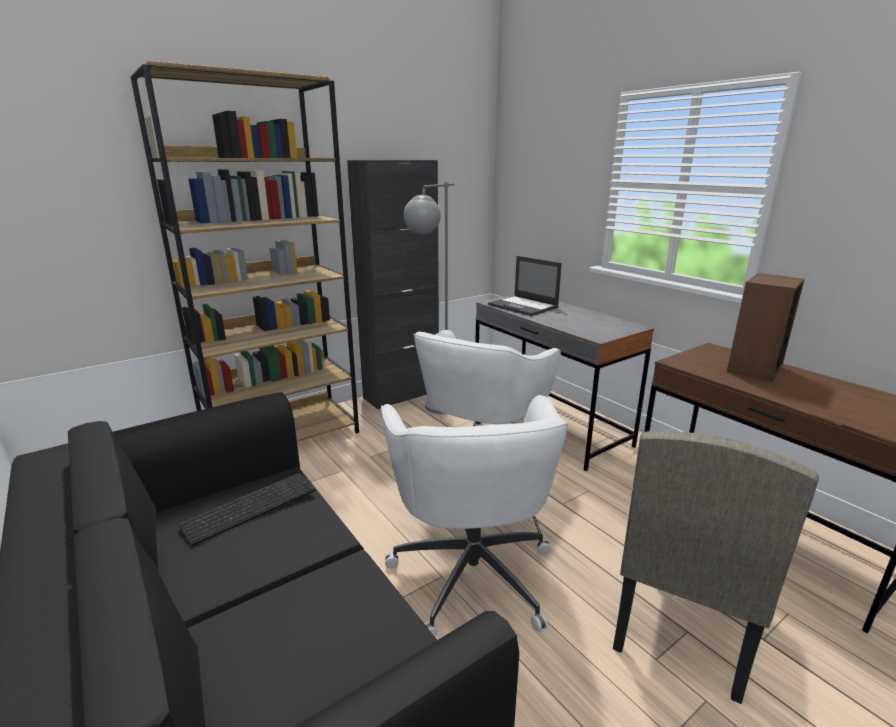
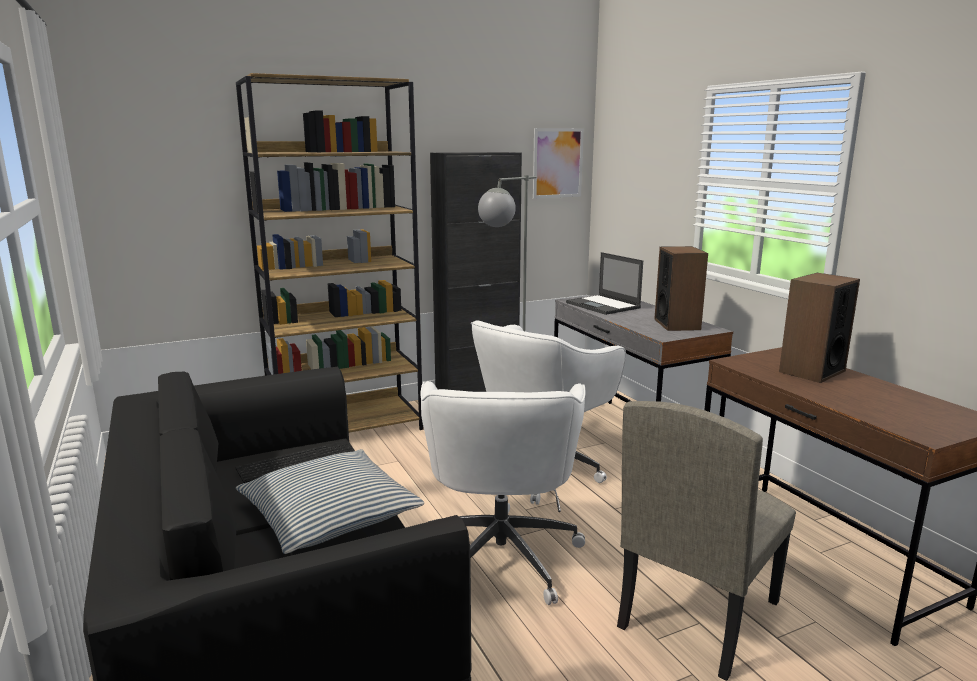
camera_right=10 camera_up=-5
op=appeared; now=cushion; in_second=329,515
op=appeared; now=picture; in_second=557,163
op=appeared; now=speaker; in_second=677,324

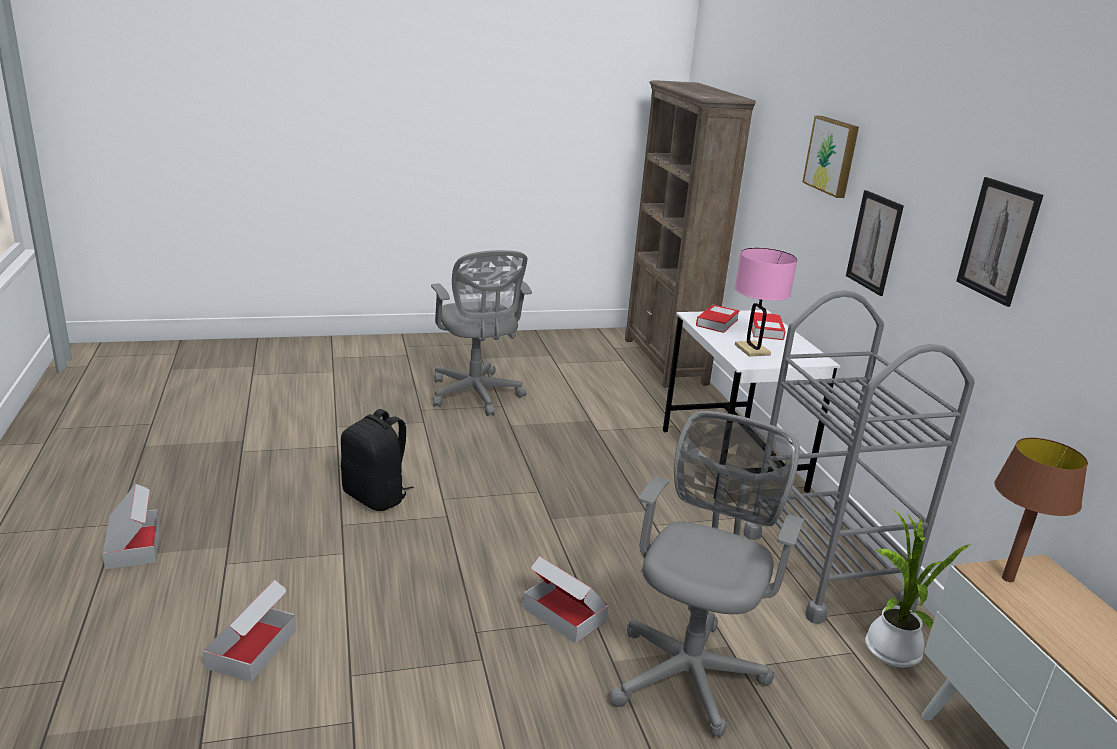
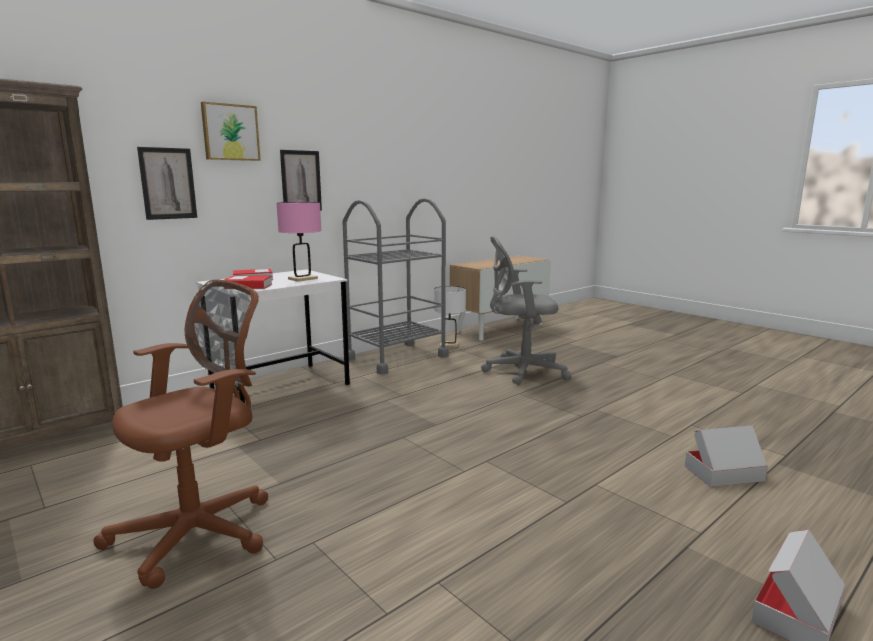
camera_right=-115 camera_up=-10
op=missing; was=black-coloured backpack; in_first=376,497
op=missing; was=packing box; in_first=564,614
op=missing; was=brown table lamp; in_first=1007,578
op=relocated; was=picture; in_first=998,241; in_second=168,183
op=exchanged; was=plant in a pot; now=whitish table lamp; in_first=890,653; in_second=449,345
op=colour; was=grey office chair; now=brown office chair; in_first=476,396; in_second=201,531

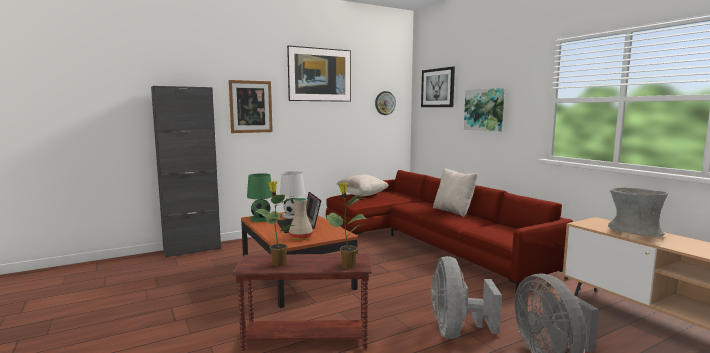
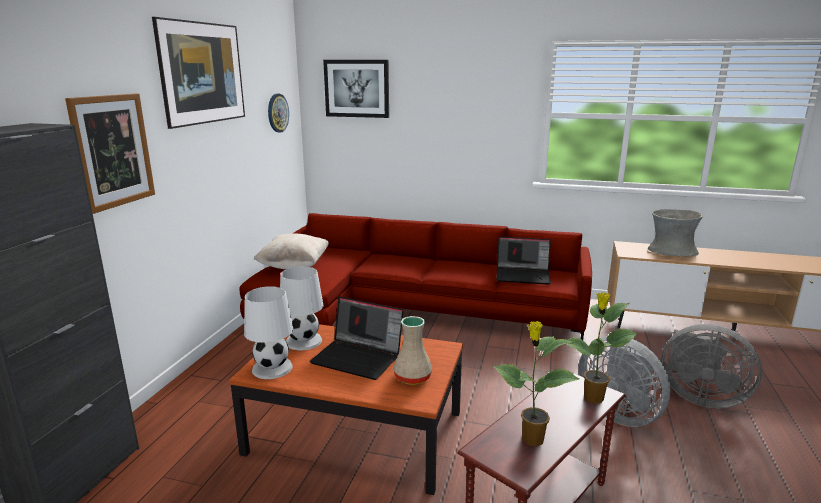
camera_right=-45 camera_up=10
op=missing; was=beige-coloured cushion; in_first=453,211
op=missing; was=picture; in_first=484,110
op=appeared; now=portable computer; in_second=523,275
op=colour; was=green table lamp; now=whitish table lamp; in_first=261,219; in_second=273,368

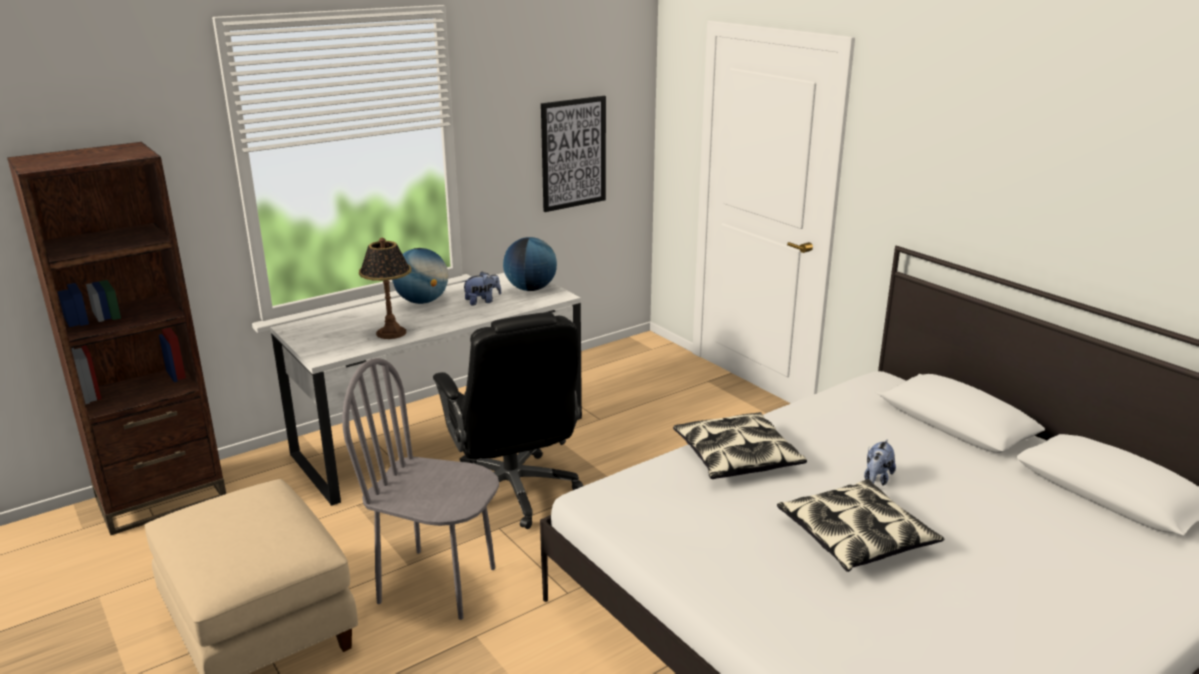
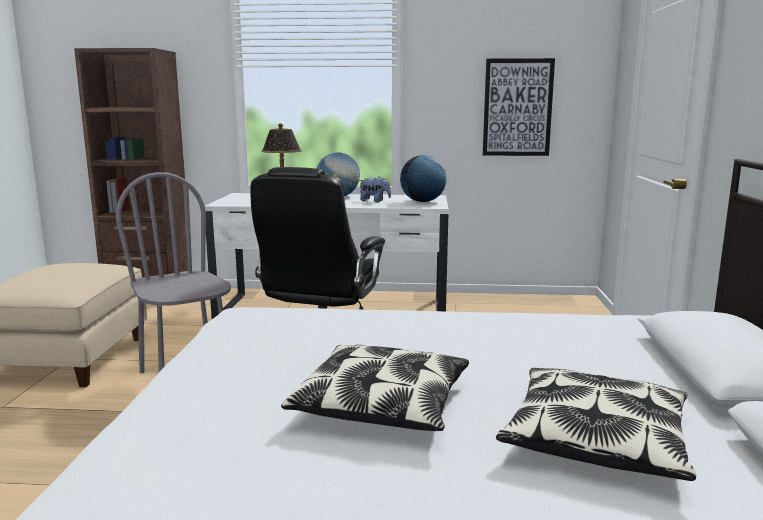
camera_right=40 camera_up=-10
op=missing; was=soft toy; in_first=877,479
op=relocated; was=cushion; in_first=736,457; in_second=596,439

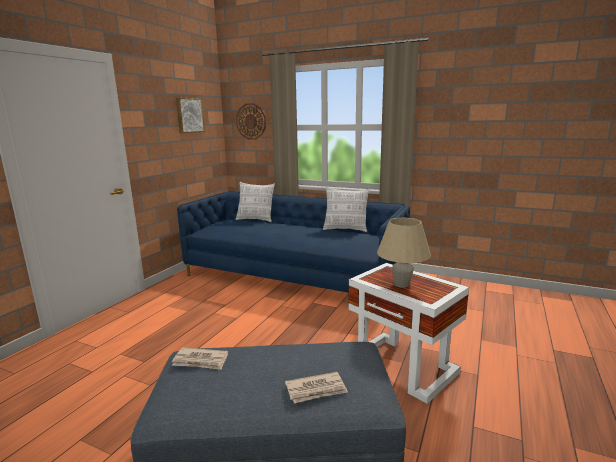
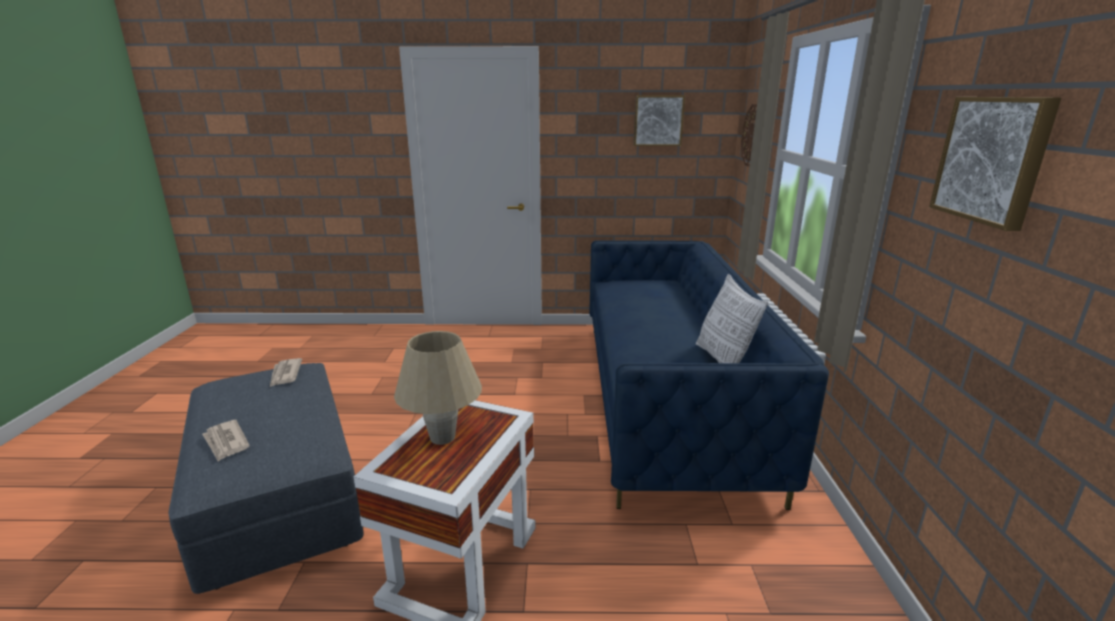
camera_right=65 camera_up=5
op=missing; was=cushion; in_first=256,219
op=appeared; now=picture; in_second=993,159

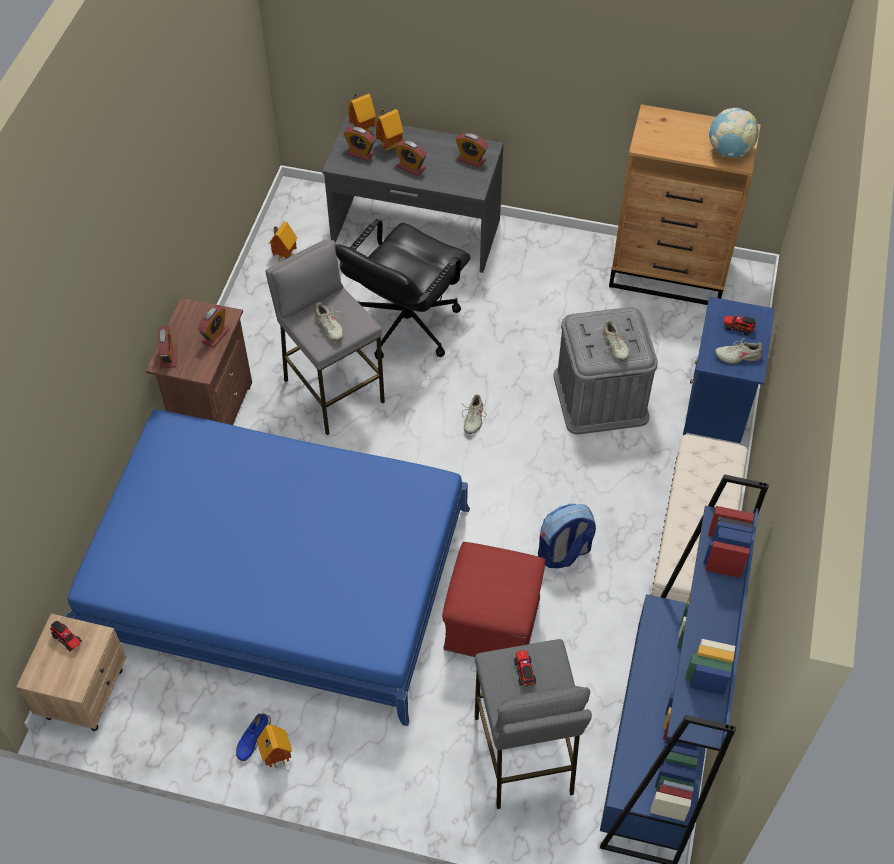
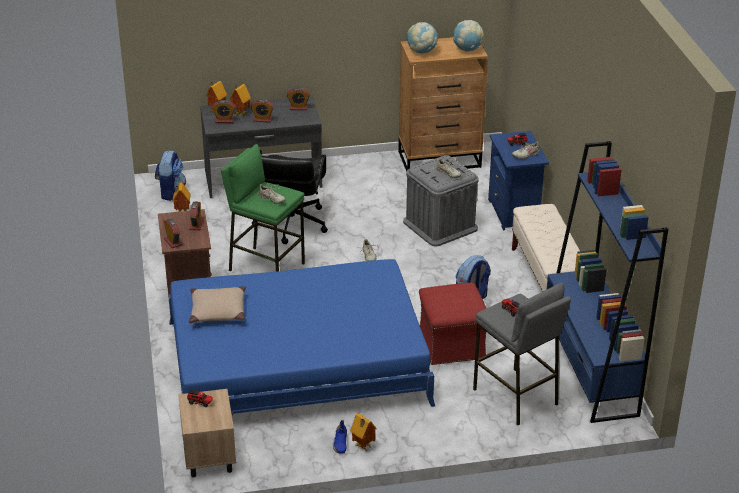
camera_right=-25 camera_up=-20
op=appeared; now=backpack; in_second=170,192
op=appeared; now=beige-coloured cushion; in_second=218,311
op=appeared; now=desk globe; in_second=421,51
op=colour; was=grey stool; now=green stool; in_first=333,391; in_second=266,267

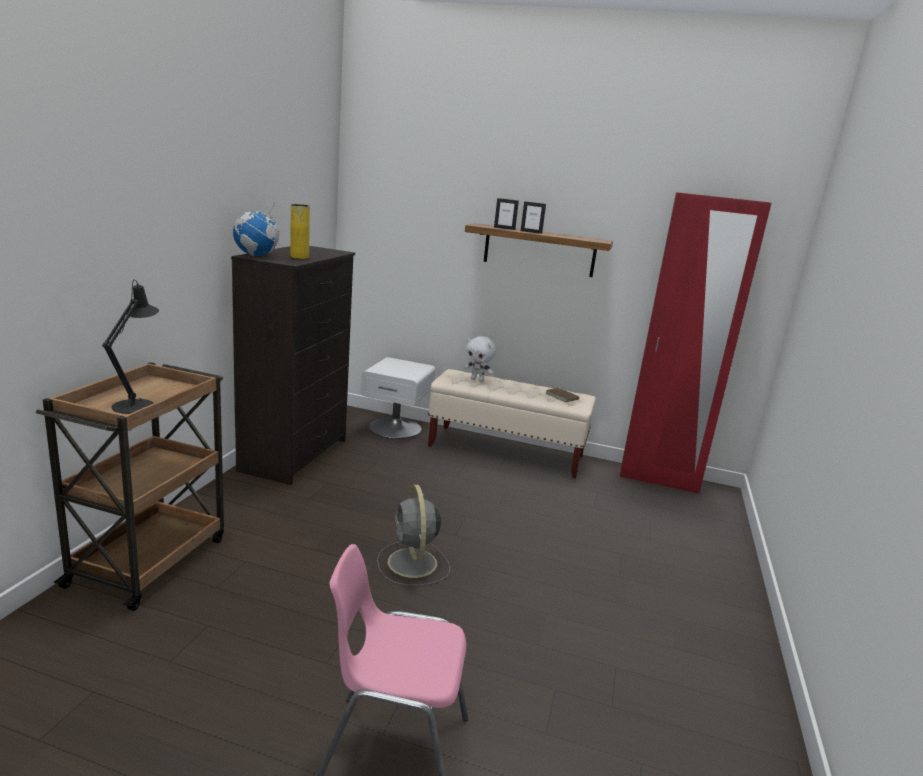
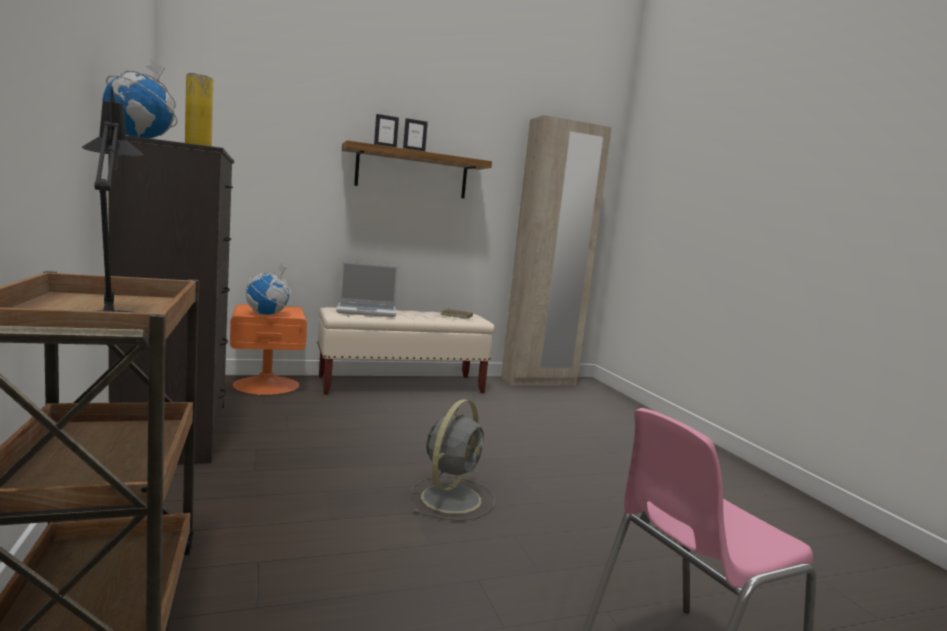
camera_right=-35 camera_up=-10
op=appeared; now=desk globe; in_second=267,314
op=exchanged; was=whitish soft toy; now=portable computer; in_first=477,380; in_second=367,311
op=colour; was=whitish bedside table; now=orange-coloured bedside table; in_first=395,427; in_second=266,385
op=colour; was=reddish clothes cupboard; now=beige-coloured clothes cupboard; in_first=658,479; in_second=538,381
op=spun; was=grey cooling fan; in_first=412,564; in_second=452,497; clockwise=-105

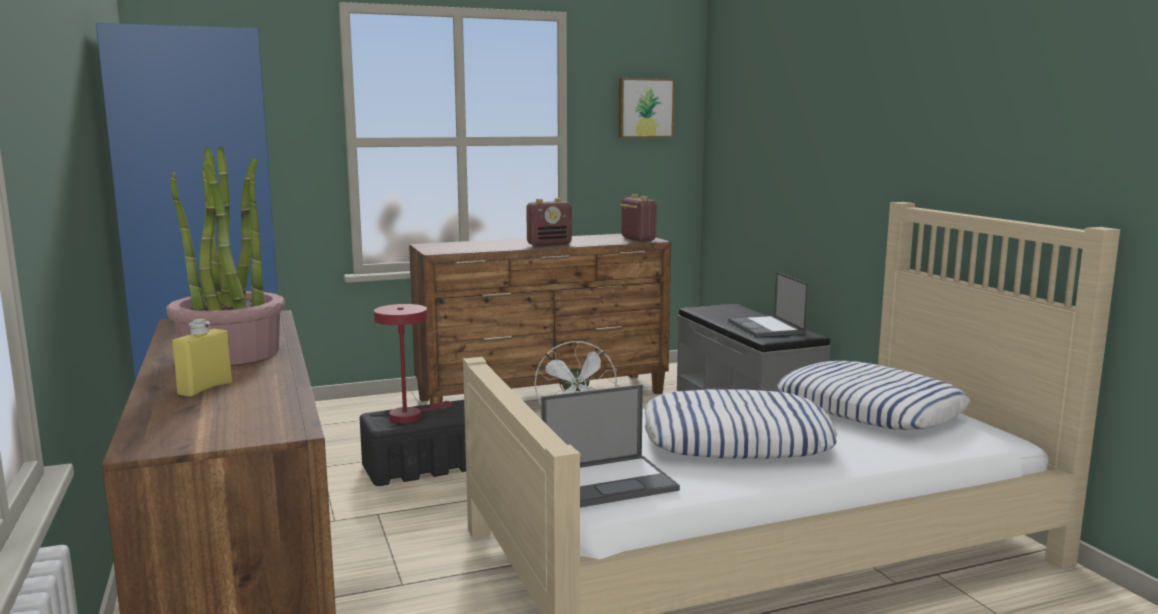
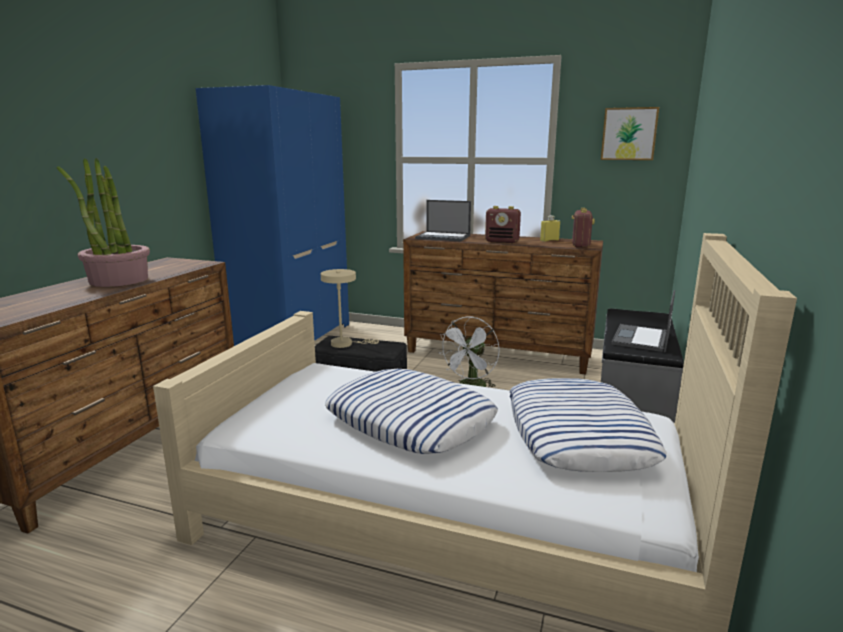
camera_right=40 camera_up=5
op=relocated; was=yellow drink bottle; in_first=205,388; in_second=549,240
op=relocated; was=portable computer; in_first=610,481; in_second=444,237
op=colour; was=reddish table lamp; now=beige-coloured table lamp; in_first=410,416; in_second=345,344

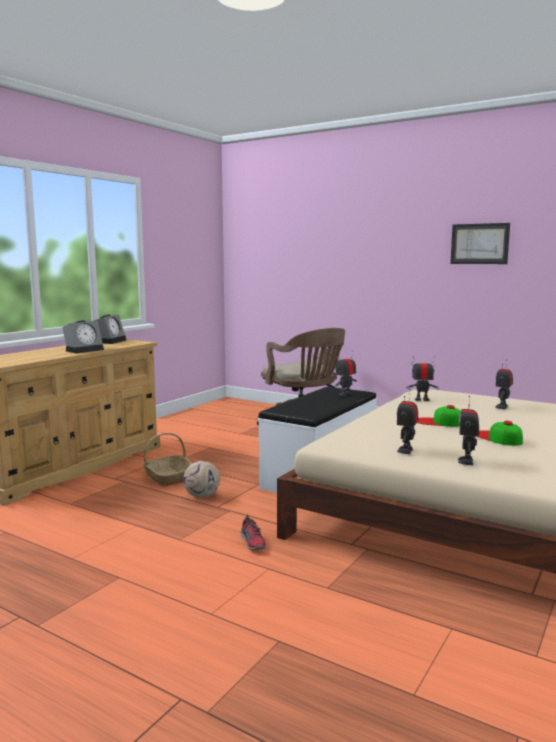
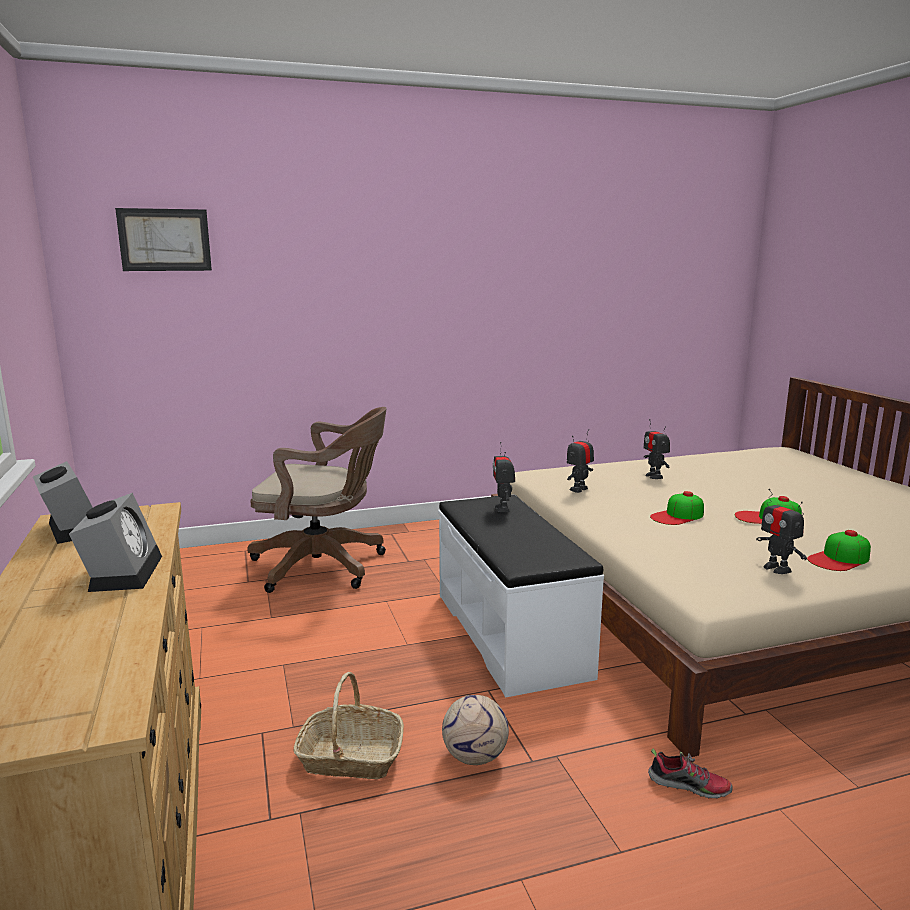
camera_right=-50 camera_up=5
op=relocated; was=picture; in_first=479,244; in_second=165,240
op=exchanged; was=toy robot; now=cap; in_first=466,461; in_second=839,559

